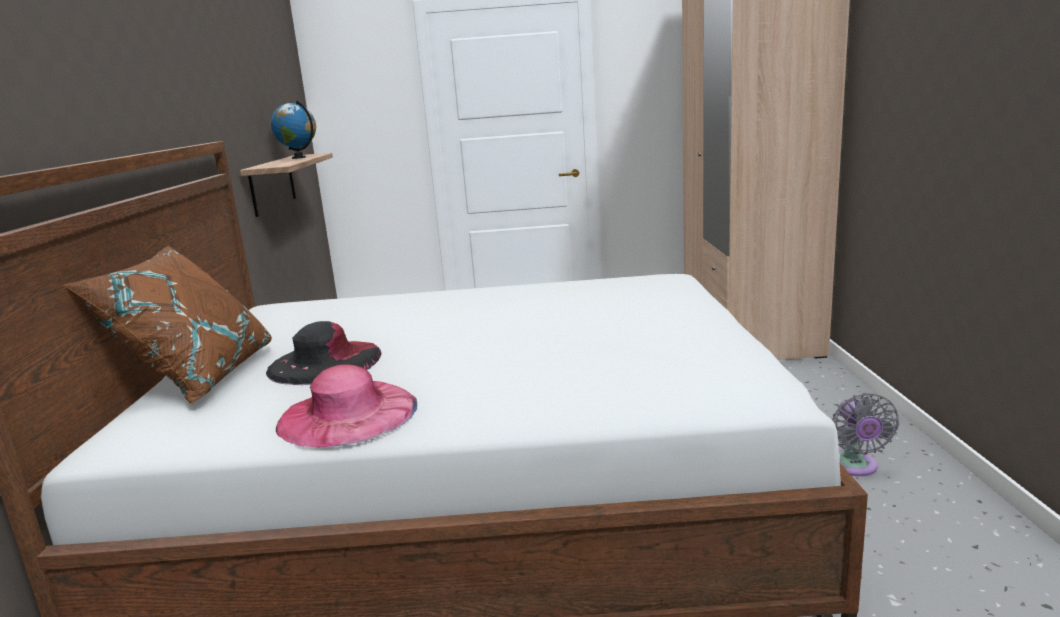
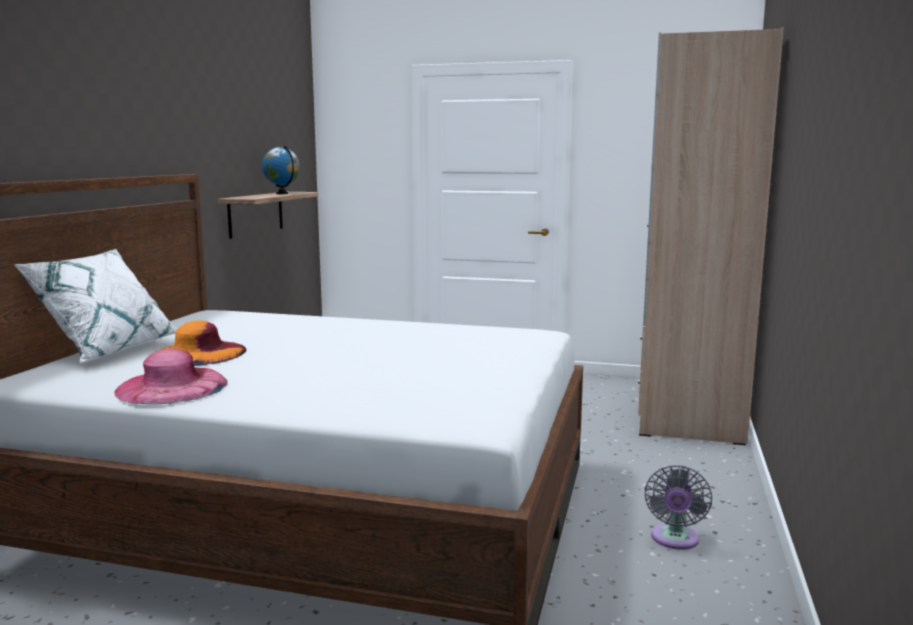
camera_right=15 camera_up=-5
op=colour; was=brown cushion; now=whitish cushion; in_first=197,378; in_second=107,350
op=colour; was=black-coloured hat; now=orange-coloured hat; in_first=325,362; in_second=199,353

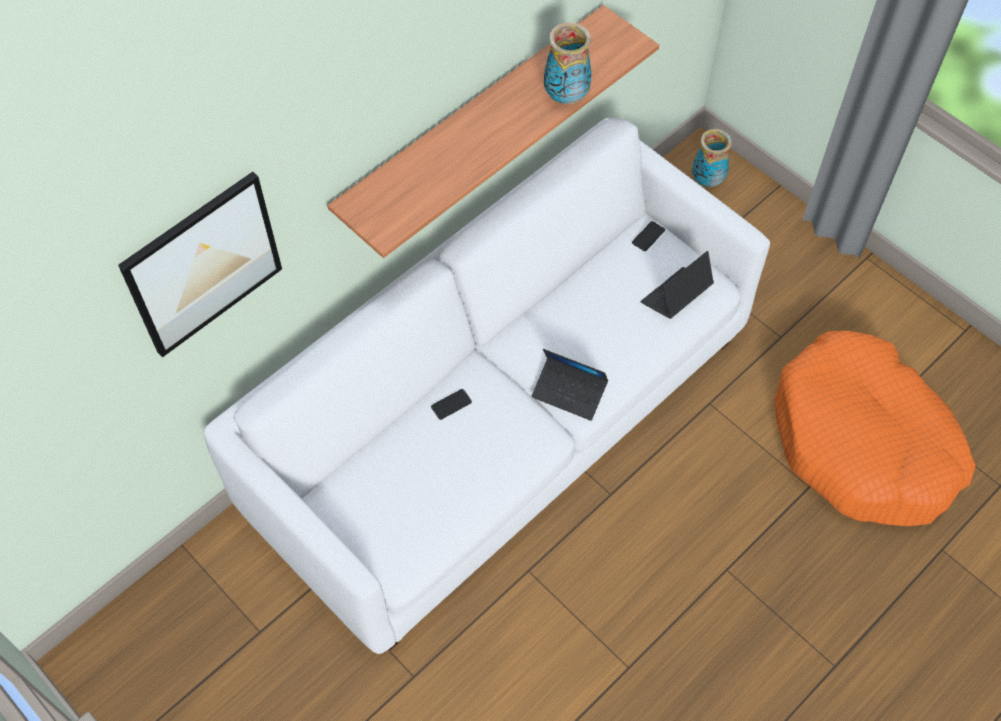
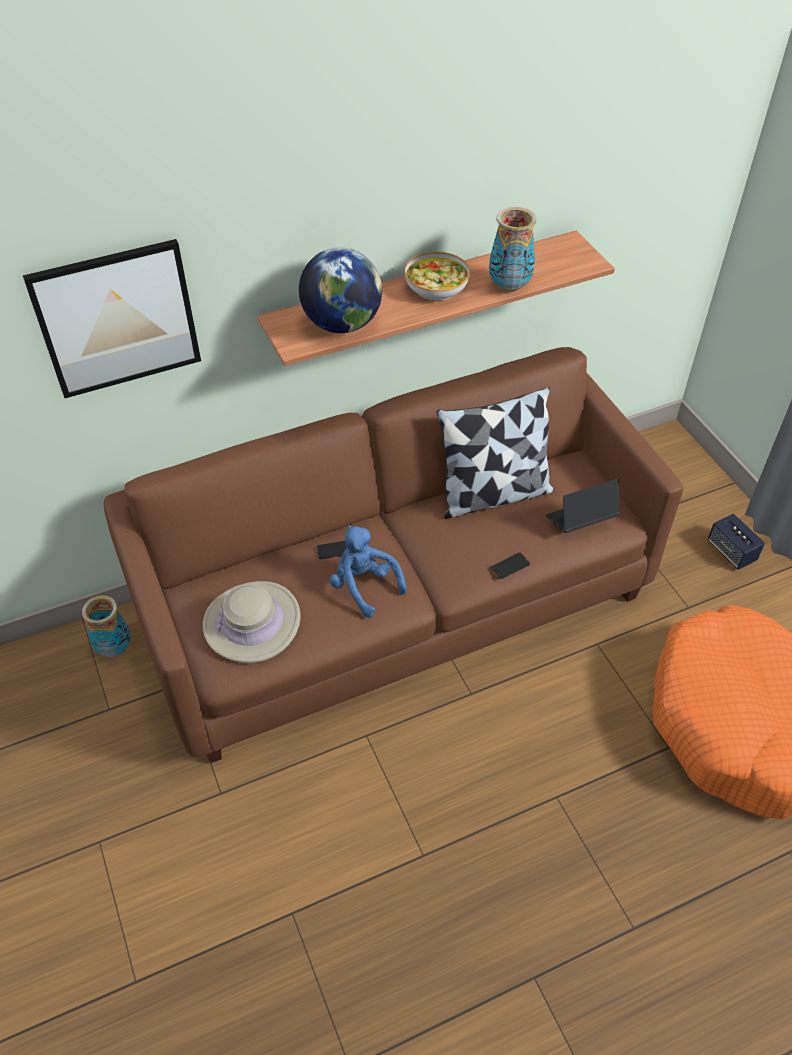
camera_right=20 camera_up=-10
op=missing; was=portable computer; in_first=569,392
op=appeared; now=beige-coloured hat; in_second=252,622
op=appeared; now=desk globe; in_second=342,324
op=appeared; now=bluish soft toy; in_second=364,586
op=appeared; now=deep dish; in_second=436,287
op=appeared; now=cushion; in_second=493,494
op=appeared; now=speaker; in_second=731,551
op=relocated; was=phone; in_first=648,236; in_second=510,566
op=relocated; was=decorative vase; in_first=707,180; in_second=114,648
op=colour; was=whitish sofa; now=brown sofa; in_first=501,423; in_second=396,603

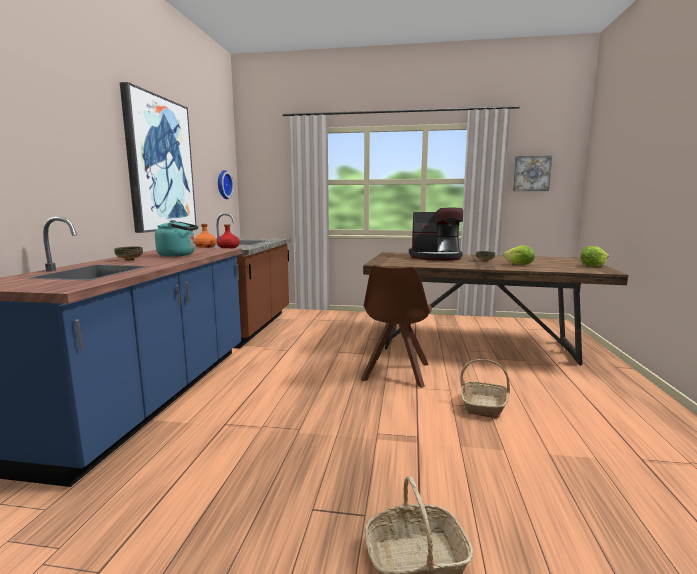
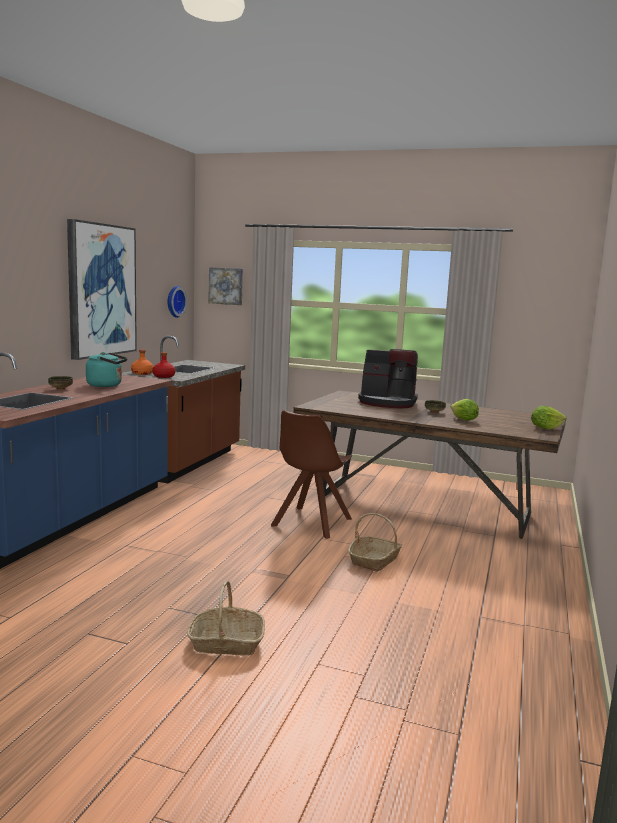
camera_right=10 camera_up=0
op=relocated; was=picture; in_first=531,173; in_second=226,286

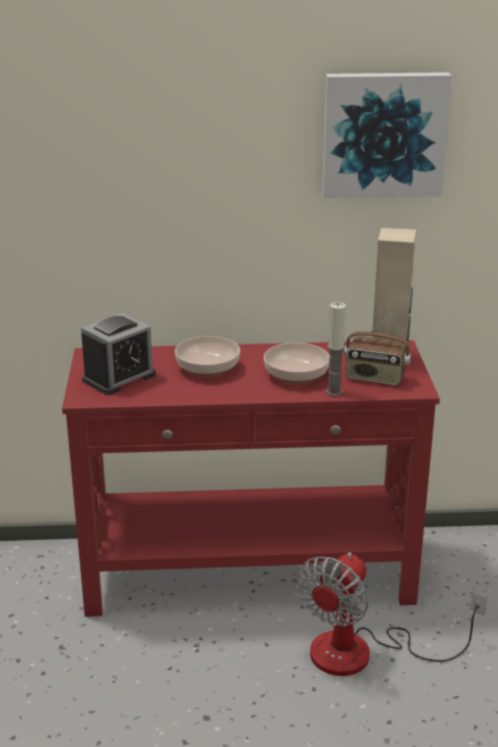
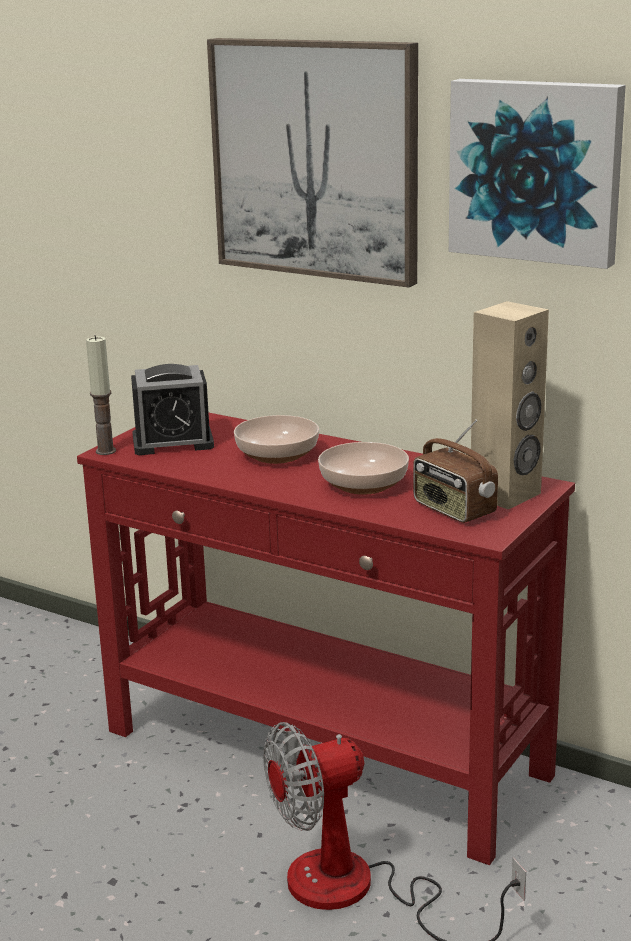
camera_right=35 camera_up=-5
op=appeared; now=picture; in_second=316,159
op=relocated; was=wax light; in_first=334,392; in_second=105,451

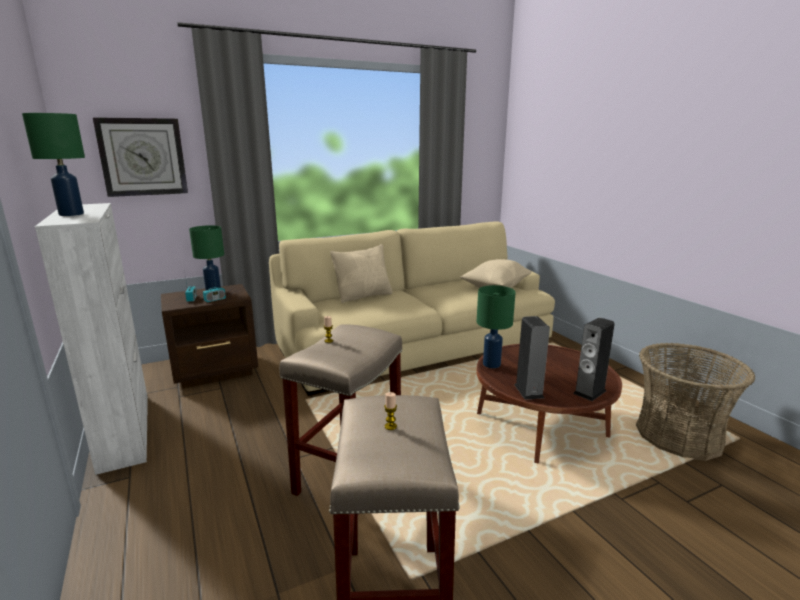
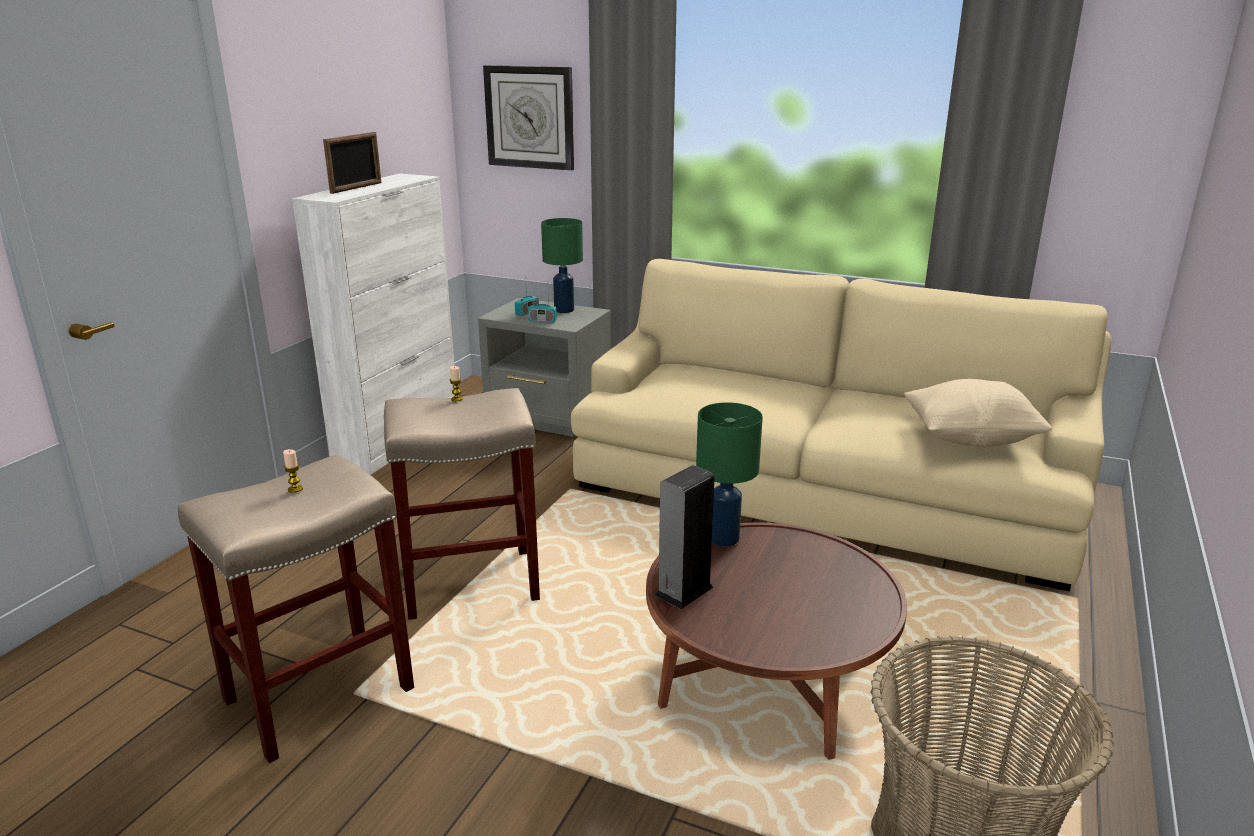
camera_right=50 camera_up=5
op=missing; was=beige-coloured cushion; in_first=364,296
op=missing; was=speaker; in_first=589,392
op=exchanged; was=green table lamp; now=standing frame; in_first=71,214; in_second=356,188
op=colour; was=brown bedside table; now=grey bedside table; in_first=217,371; in_second=549,418

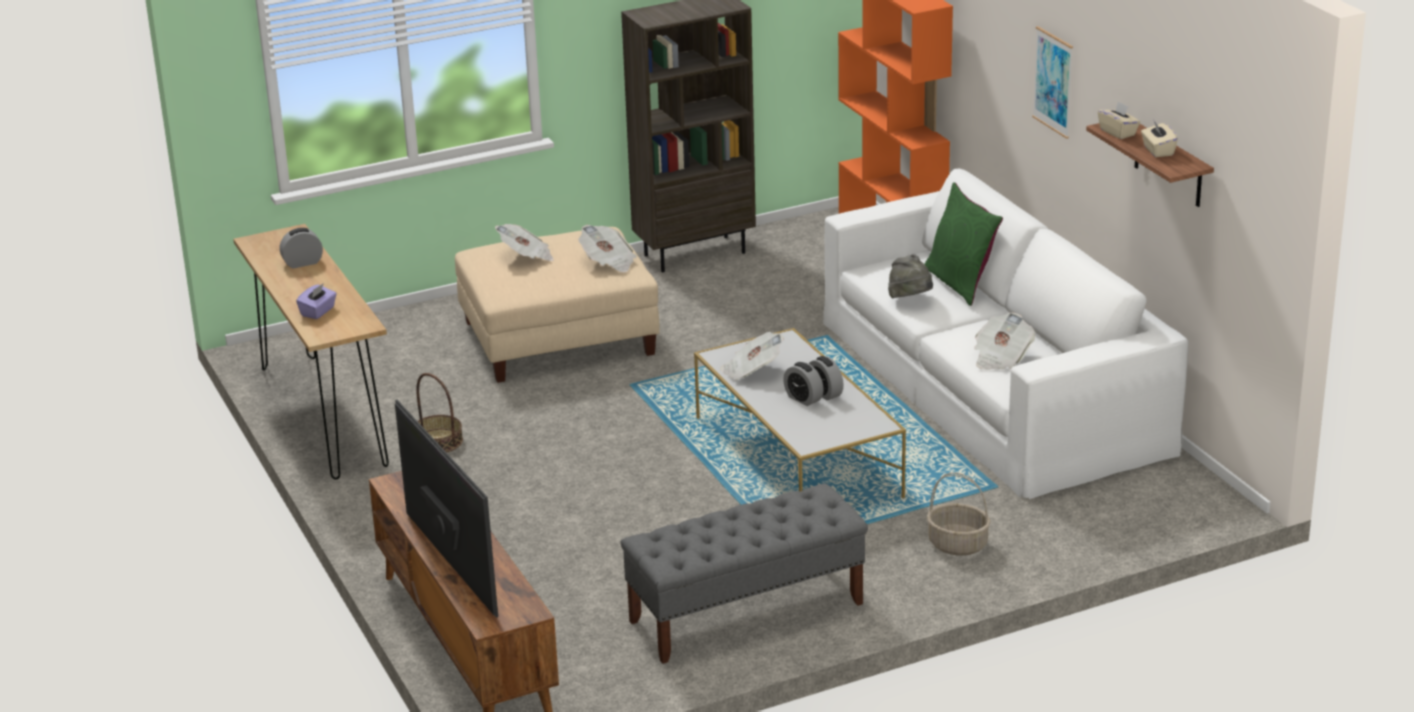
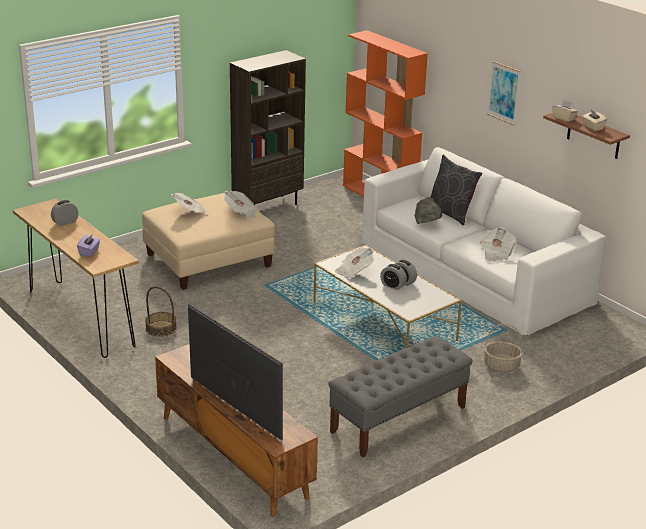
camera_right=-15 camera_up=0
op=colour; was=green cushion; now=grey cushion; in_first=961,283; in_second=451,213

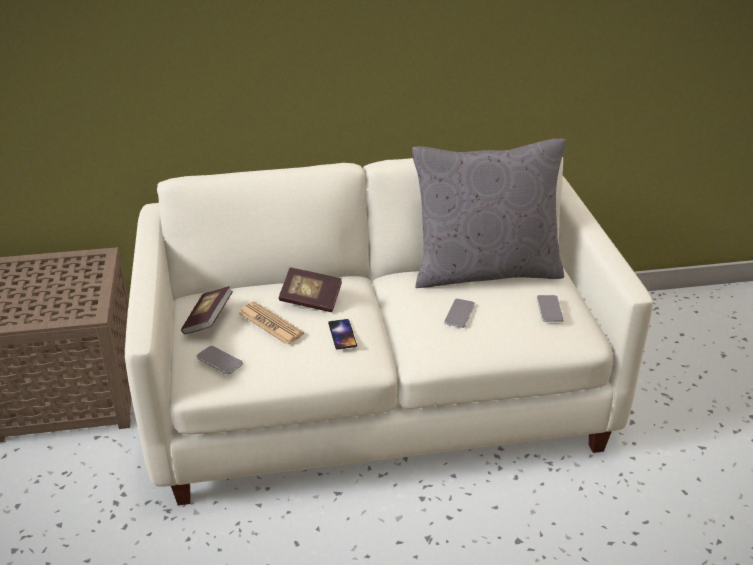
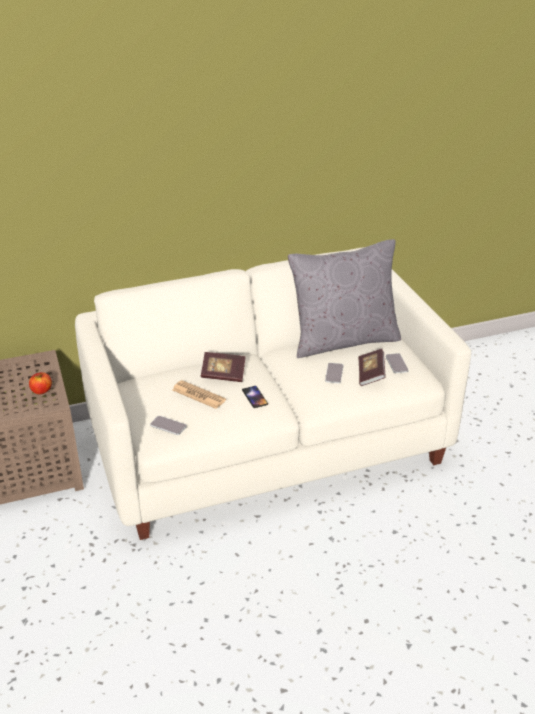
camera_right=-10 camera_up=0
op=appeared; now=apple; in_second=41,390
op=relocated; was=volume; in_first=208,320; in_second=371,374

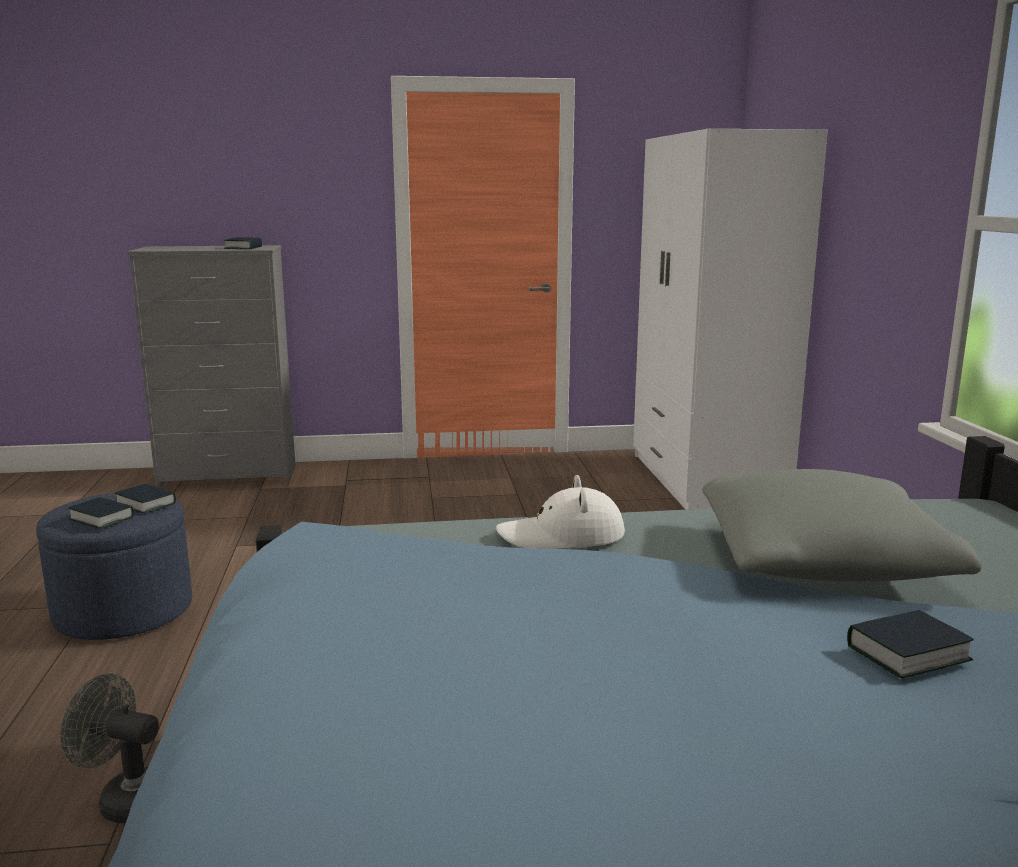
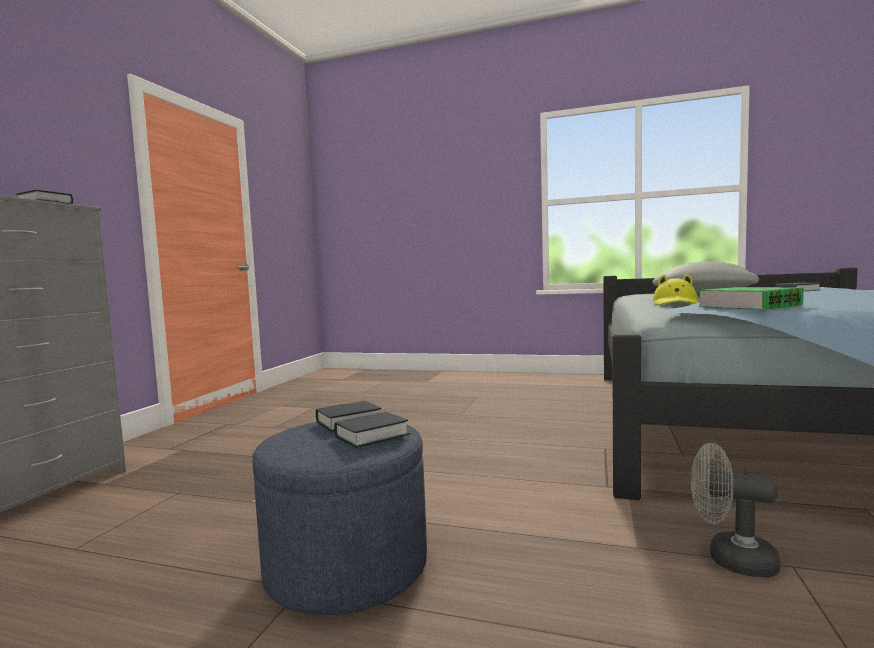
camera_right=-65 camera_up=-10
op=missing; was=whitish clothes cupboard; in_first=704,481
op=appeared; now=volume; in_second=749,306
op=colour; was=whitish hat; now=yellow hat; in_first=562,536; in_second=676,304
op=spun; was=grey cooling fan; in_first=126,800; in_second=731,559; clockwise=75

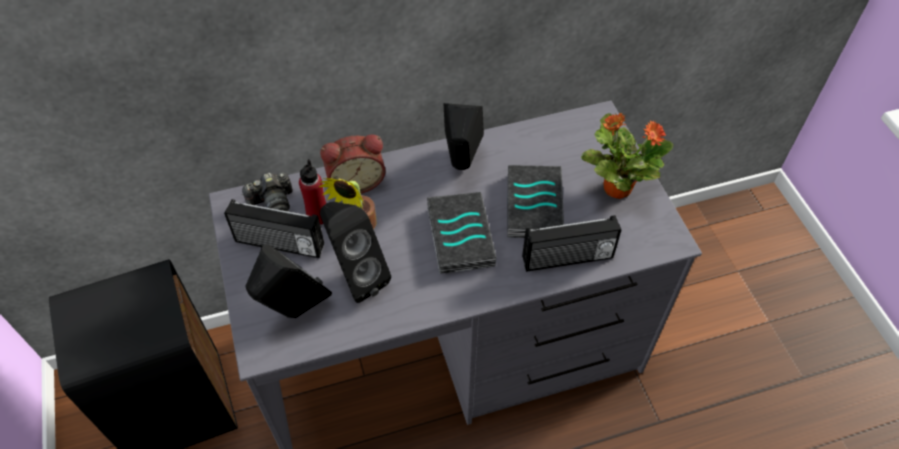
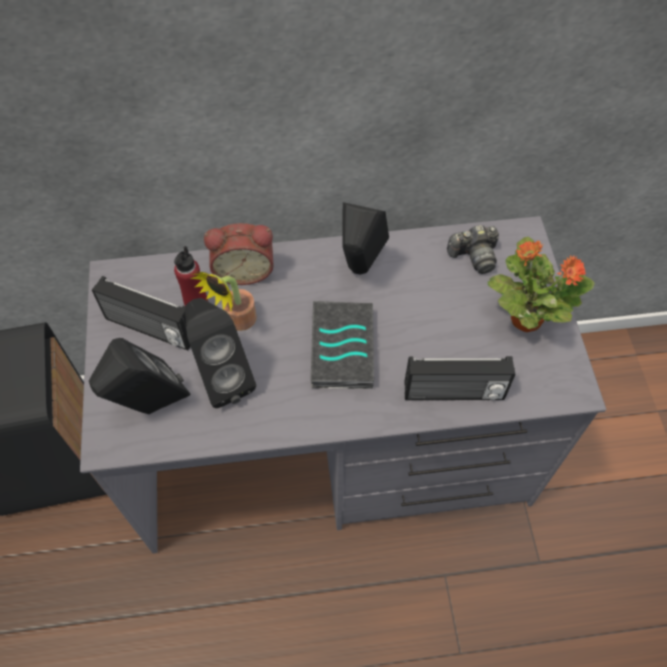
camera_right=10 camera_up=5
op=missing; was=volume; in_first=535,207
op=relocated; was=still camera; in_first=272,203; in_second=474,256

